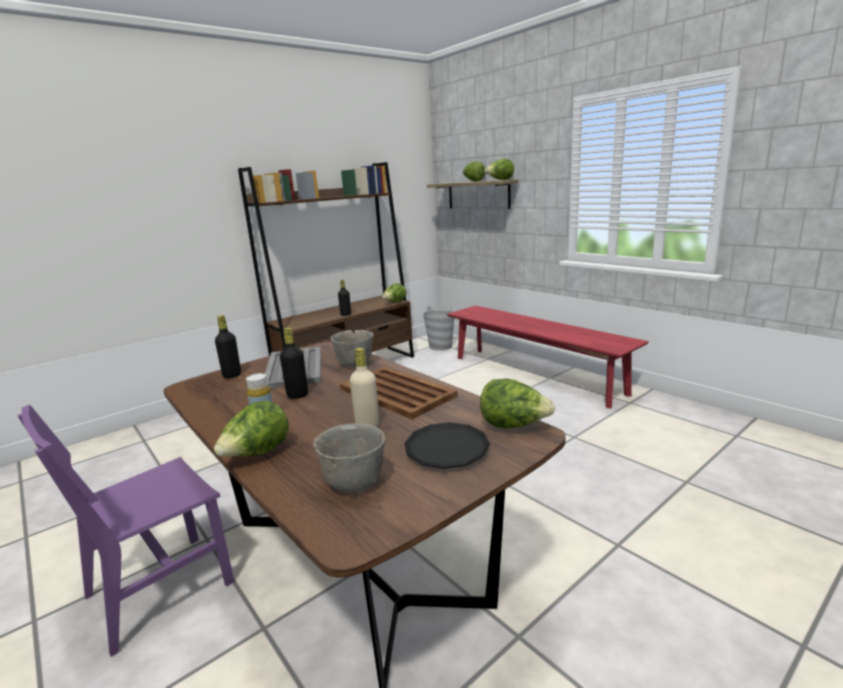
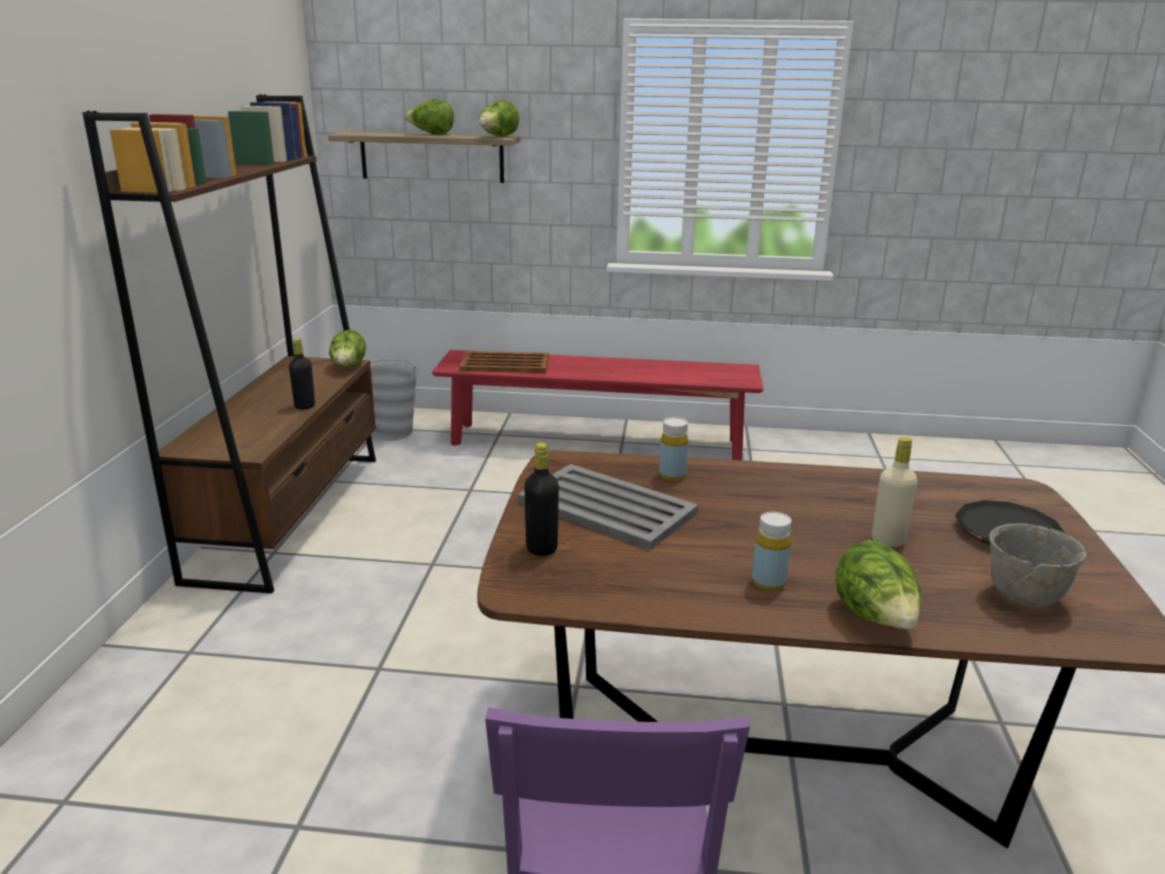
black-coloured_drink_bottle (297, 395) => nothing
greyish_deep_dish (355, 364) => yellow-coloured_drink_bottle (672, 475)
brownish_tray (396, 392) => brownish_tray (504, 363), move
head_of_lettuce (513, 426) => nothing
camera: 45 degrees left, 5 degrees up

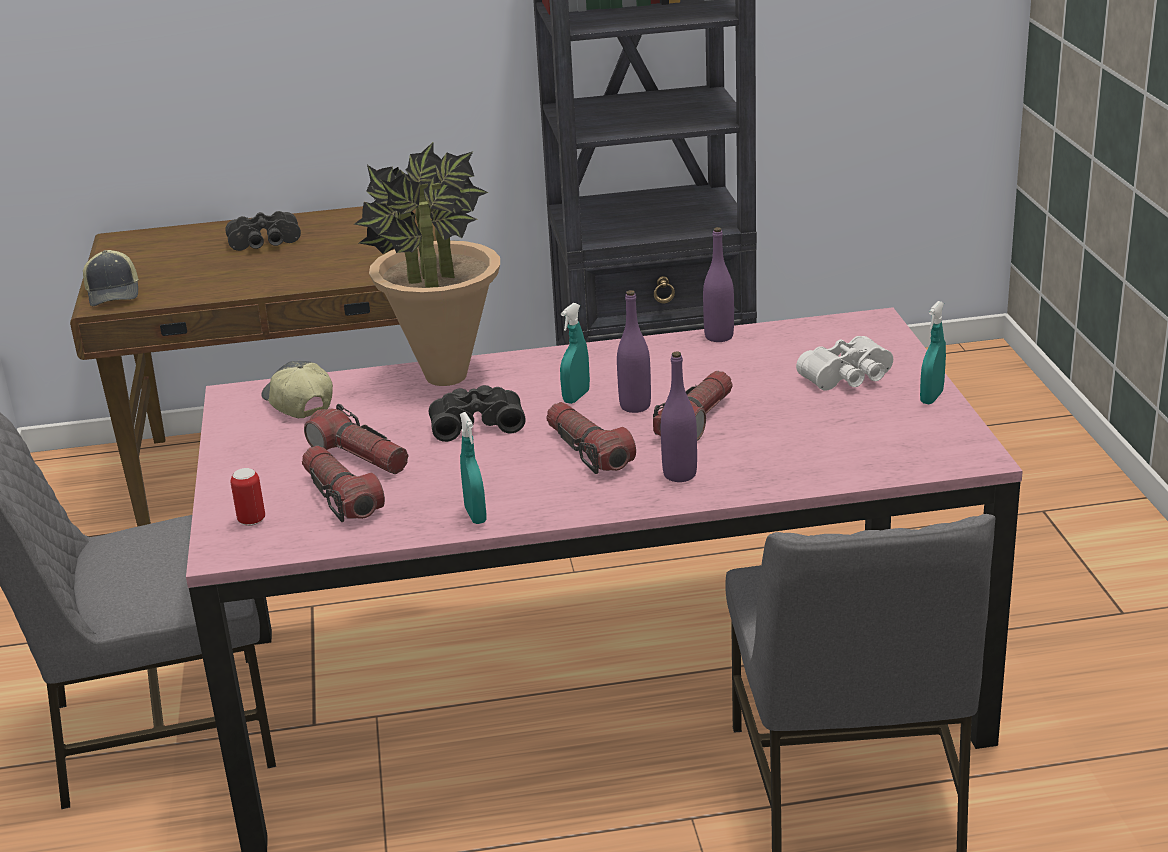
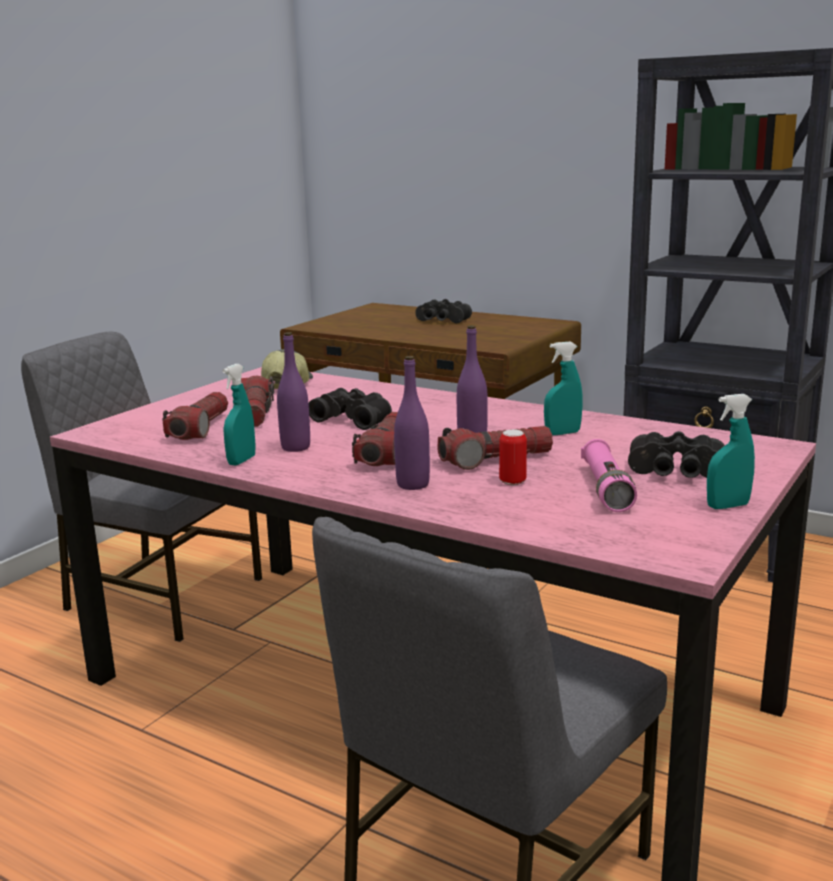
potted_plant (445, 377) => nothing
purple-coloured_drink_bottle (719, 336) => purple-coloured_drink_bottle (295, 447), move
peaked_cap (114, 293) => nothing
turquoise-coloured_sprayer (576, 397) => turquoise-coloured_sprayer (562, 433), move
white-coloured_pair_of_binoculars (849, 379) => black-coloured_pair_of_binoculars (676, 473)
can (251, 520) => can (512, 482), move
nothing => pink-coloured_torch (606, 489)
camera: 40 degrees right, 10 degrees down

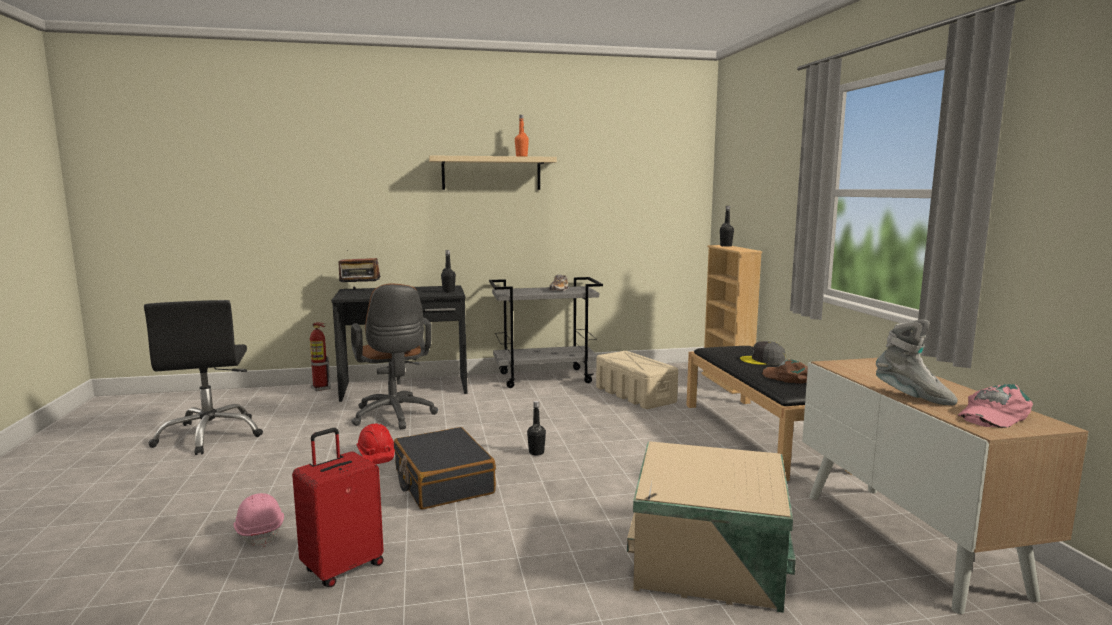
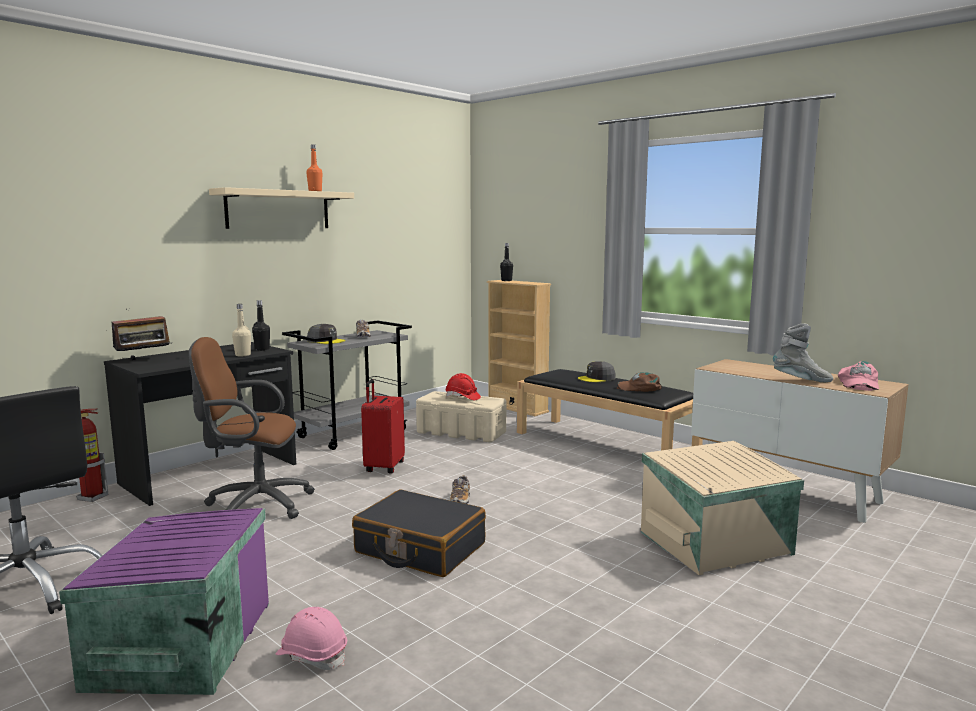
brownish_desk_chair (394, 417) => brownish_desk_chair (254, 505), 150 degrees clockwise
black-coloured_drink_bottle (536, 452) => low_shoe (460, 500)
red-coloured_safety_helmet (376, 455) => red-coloured_safety_helmet (462, 397), move
red-coloured_travel_case (342, 567) => red-coloured_travel_case (383, 467), move
nothing => sand-coloured_drink_bottle (243, 355)
nothing => greyish_peaked_cap (326, 341)
nothing => purple-coloured_storage_bin (178, 645)
camera: 35 degrees left, 0 degrees up

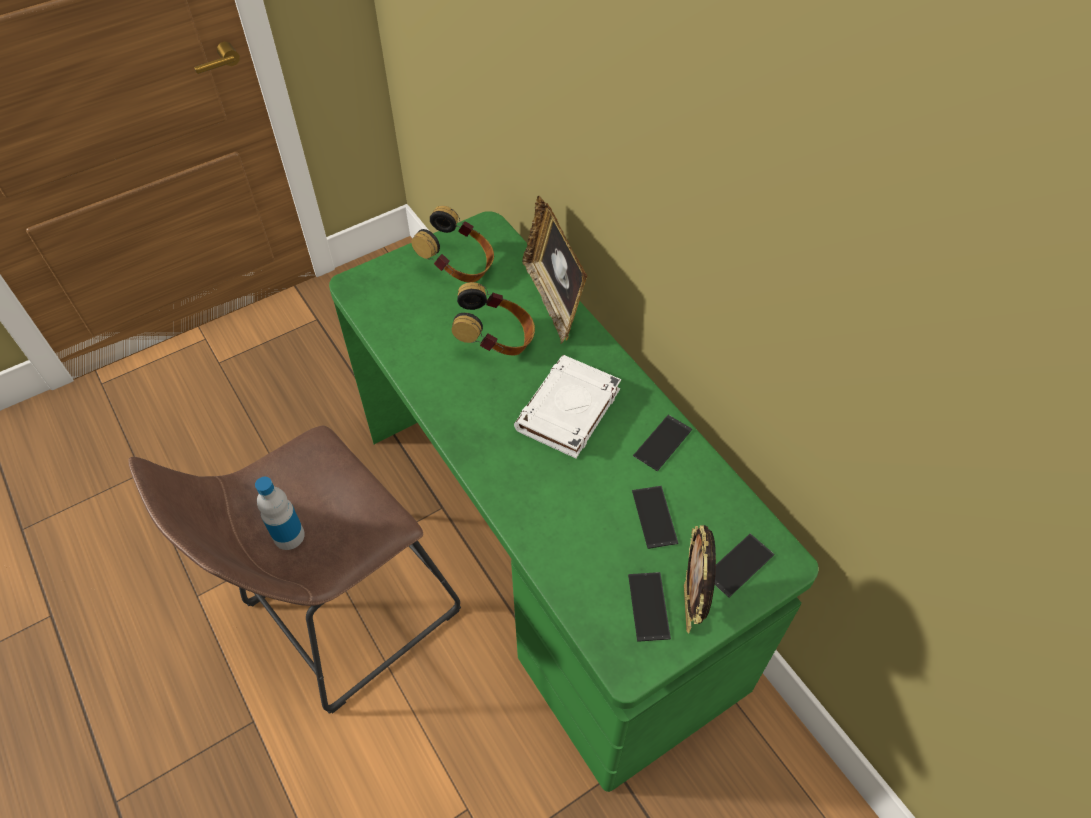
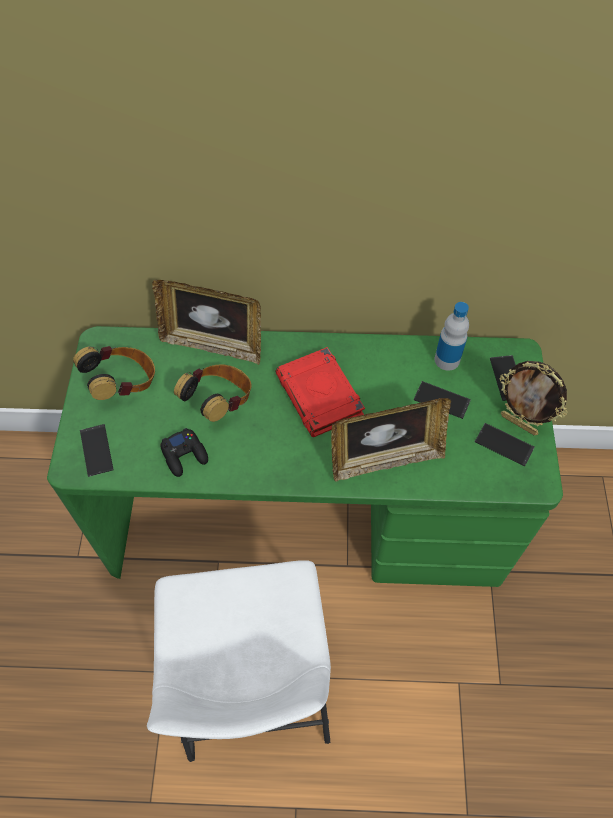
white-coloured_volume (568, 411) => red-coloured_volume (320, 396)
handset (662, 443) => handset (96, 450), move
brownish_stool_seat (342, 614) => white-coloured_stool_seat (253, 688)
drink_bottle (289, 536) => drink_bottle (447, 360), move
nothing => photo_frame (385, 459)
nothing => black-coloured_gamepad (185, 455)
camera: 55 degrees left, 5 degrees up

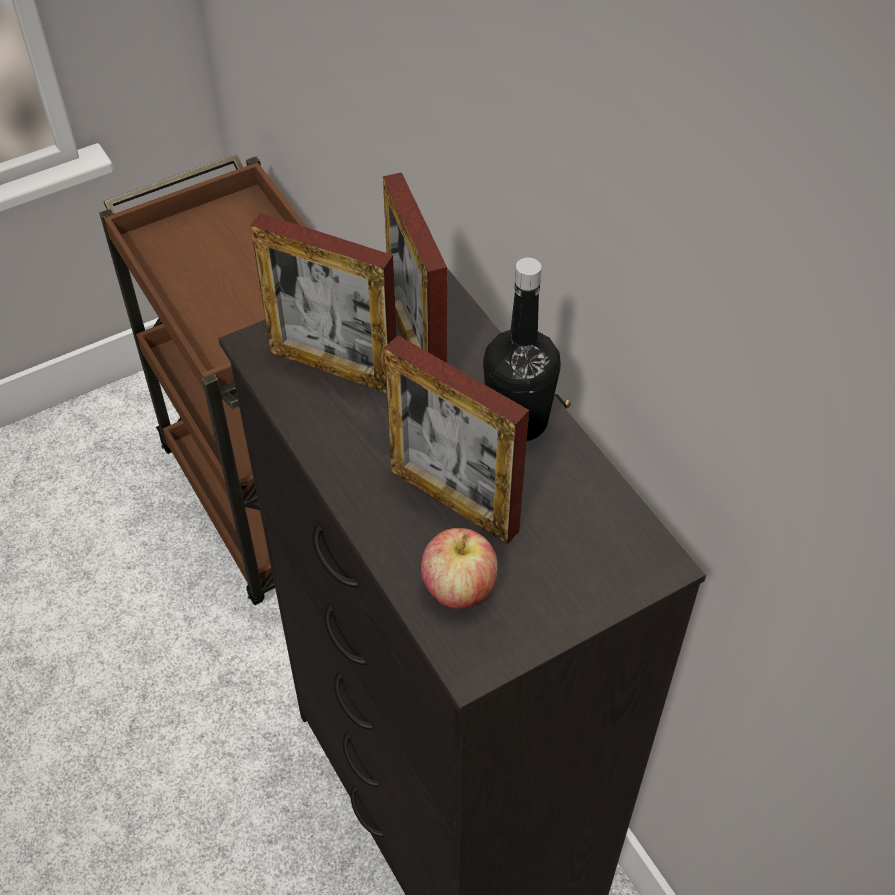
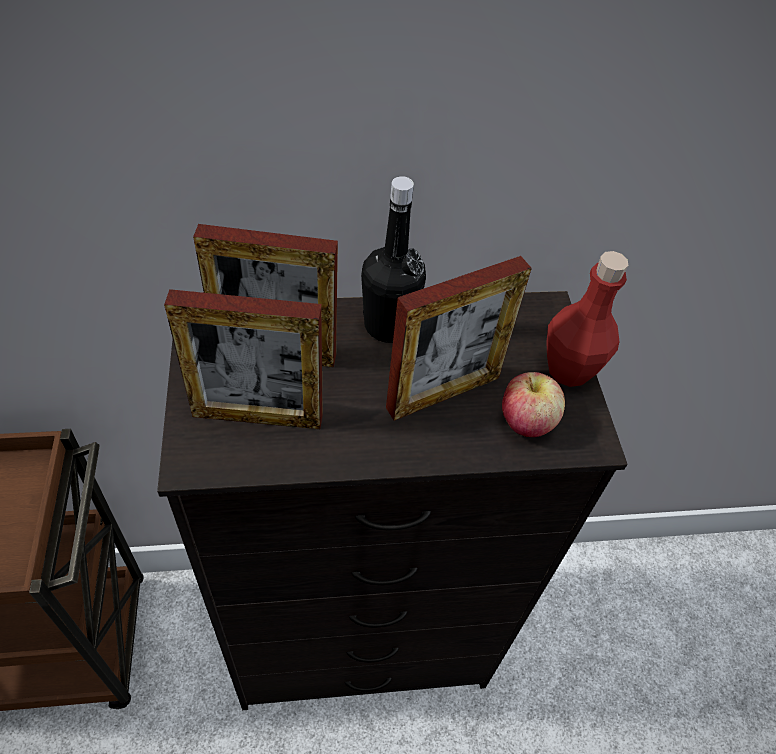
photo_frame (334, 367) => photo_frame (258, 416), 45 degrees clockwise
nothing => red-coloured_drink_bottle (568, 370)
camera: 70 degrees left, 0 degrees up

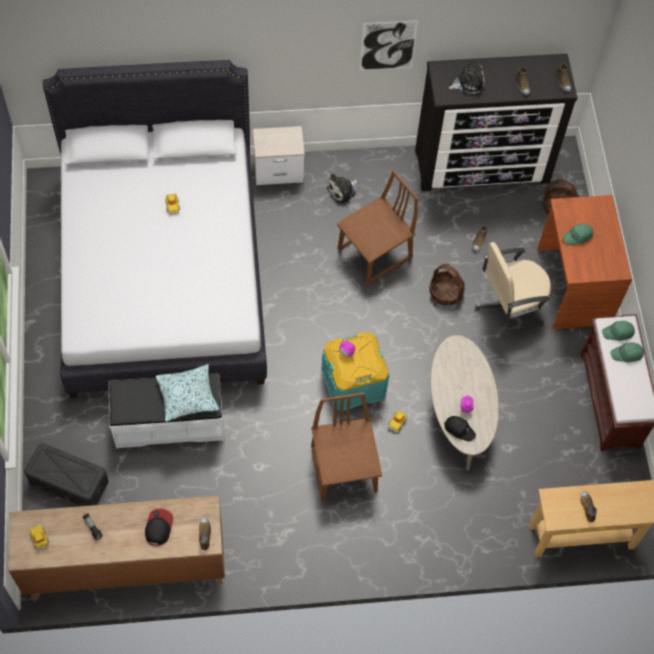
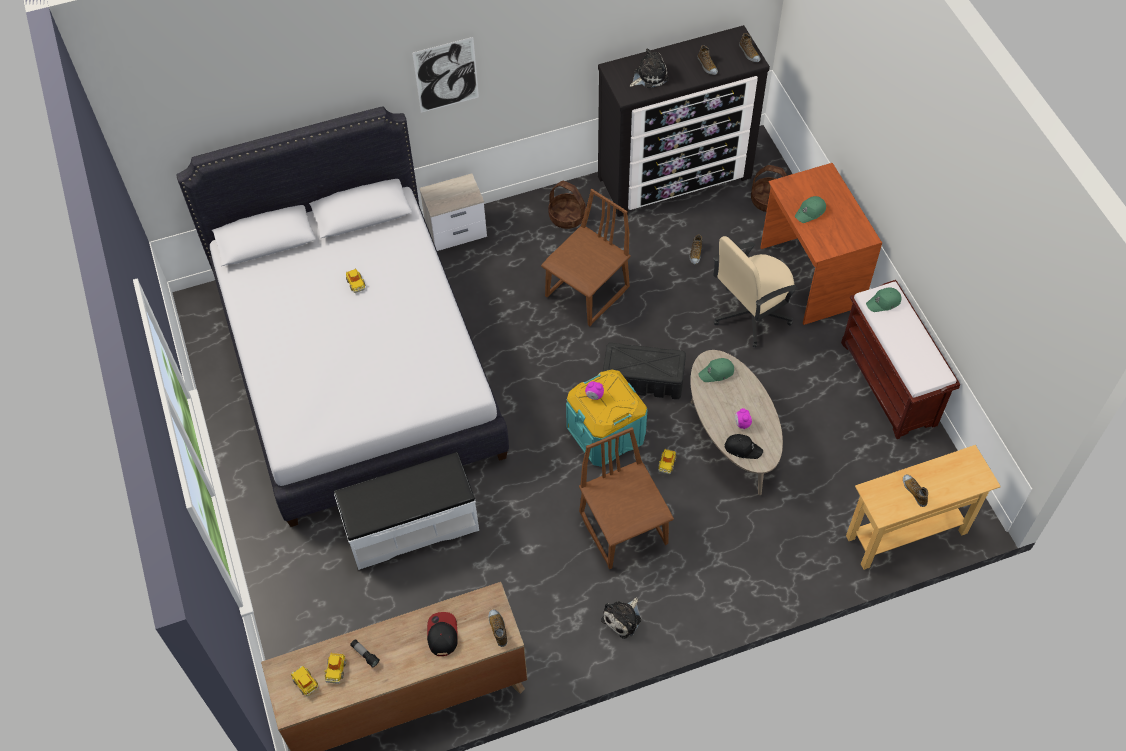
wall_art (388, 45) => wall_art (446, 75), move
cuddly_toy (343, 191) => cuddly_toy (623, 618), move
storage_basket (446, 292) => storage_basket (567, 216), move
green-coloured_peaked_cap (627, 354) => green-coloured_peaked_cap (717, 373), move
cushion (187, 396) => nothing
black-coloured_storage_bin (68, 481) => black-coloured_storage_bin (642, 379), move
nothing => miniature_car (336, 669)
camera: 10 degrees left, 5 degrees down

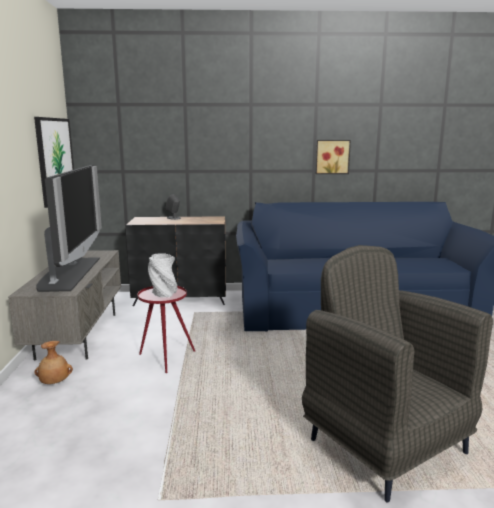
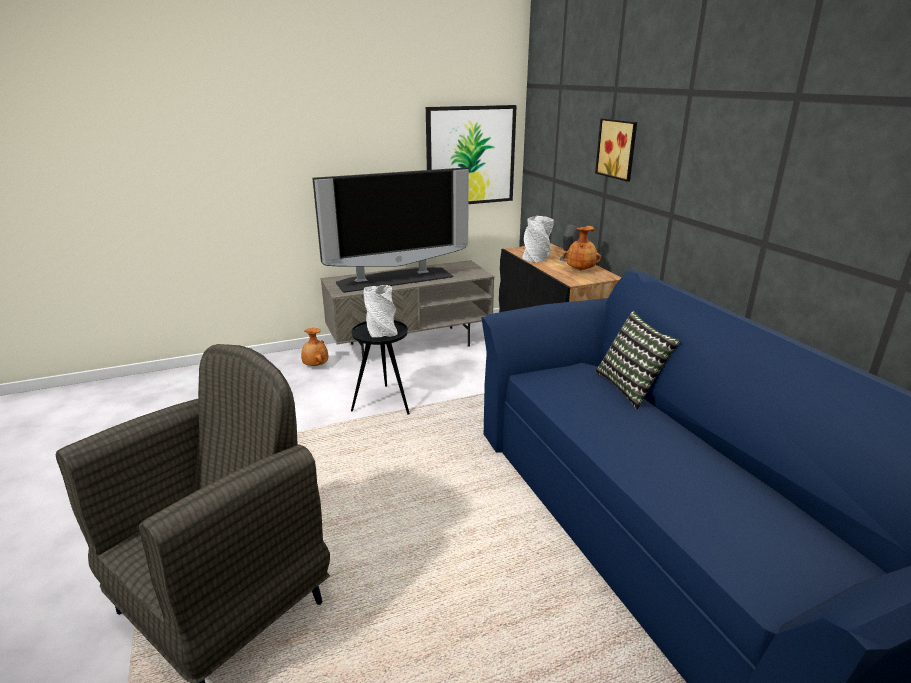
wall_art (332, 157) => wall_art (618, 149), move
red-coloured_side_table (165, 358) => black-coloured_side_table (384, 402)
nothing => greyish_flower_vase (536, 259)
nothing => brownish_flower_vase (580, 270)
nothing => cushion (631, 387)
camera: 70 degrees right, 10 degrees up

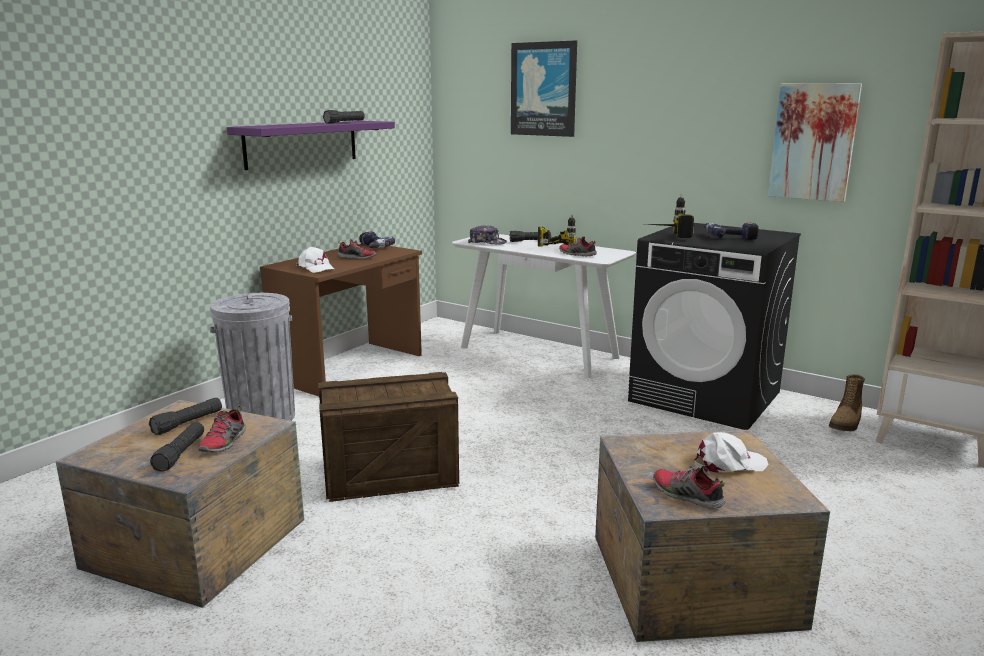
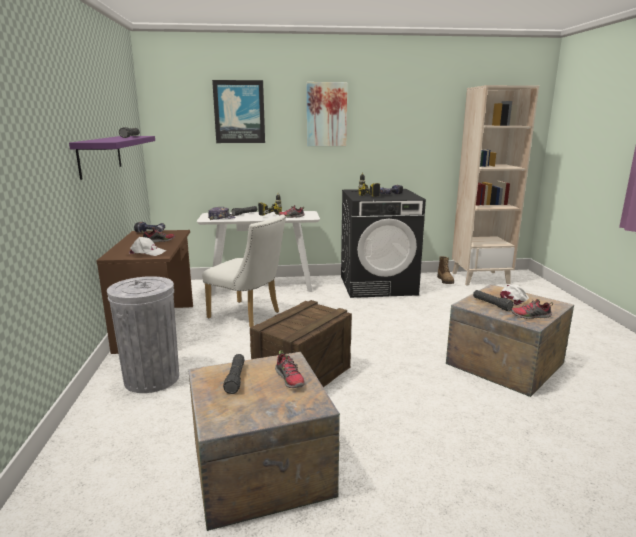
wall_art (813, 142) => wall_art (326, 114), move
black-coloured_torch (181, 454) => black-coloured_torch (491, 304), move
nothing => white-coloured_plain_chair (248, 316)
camera: 40 degrees left, 0 degrees up

